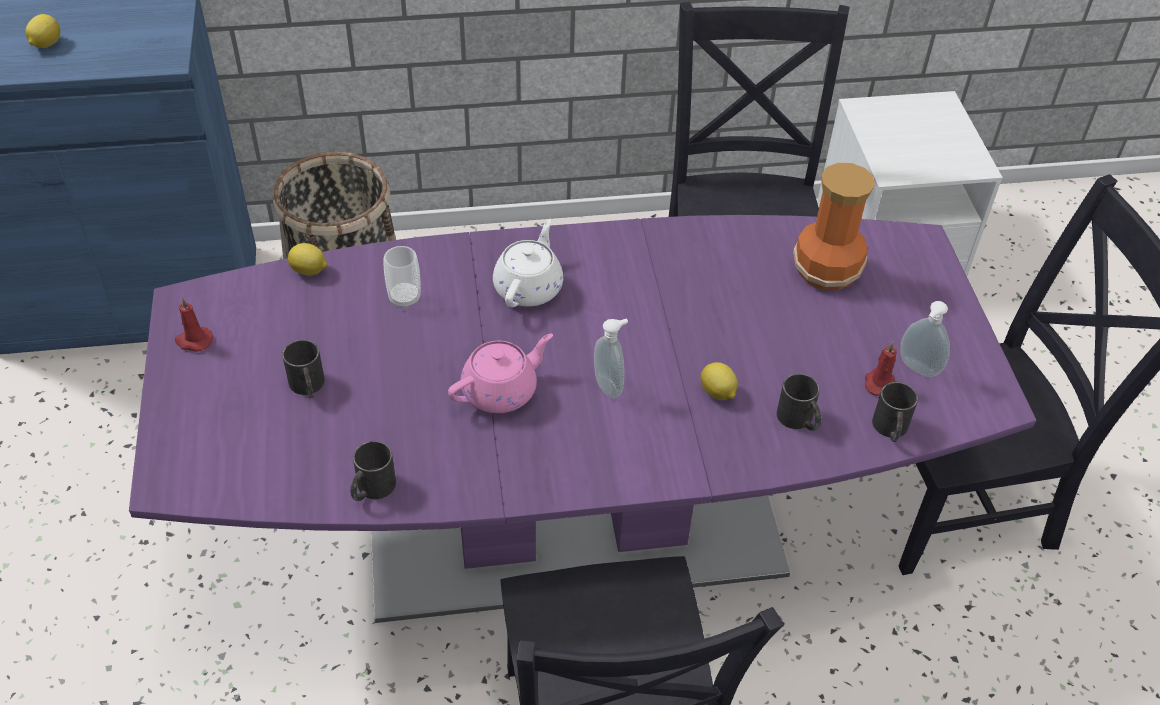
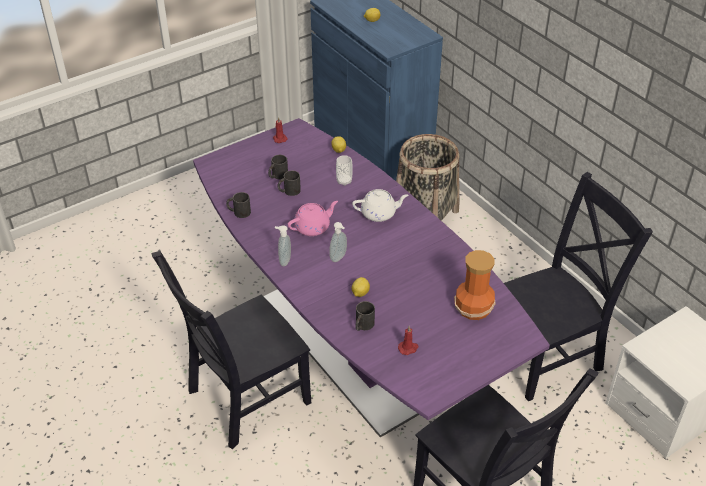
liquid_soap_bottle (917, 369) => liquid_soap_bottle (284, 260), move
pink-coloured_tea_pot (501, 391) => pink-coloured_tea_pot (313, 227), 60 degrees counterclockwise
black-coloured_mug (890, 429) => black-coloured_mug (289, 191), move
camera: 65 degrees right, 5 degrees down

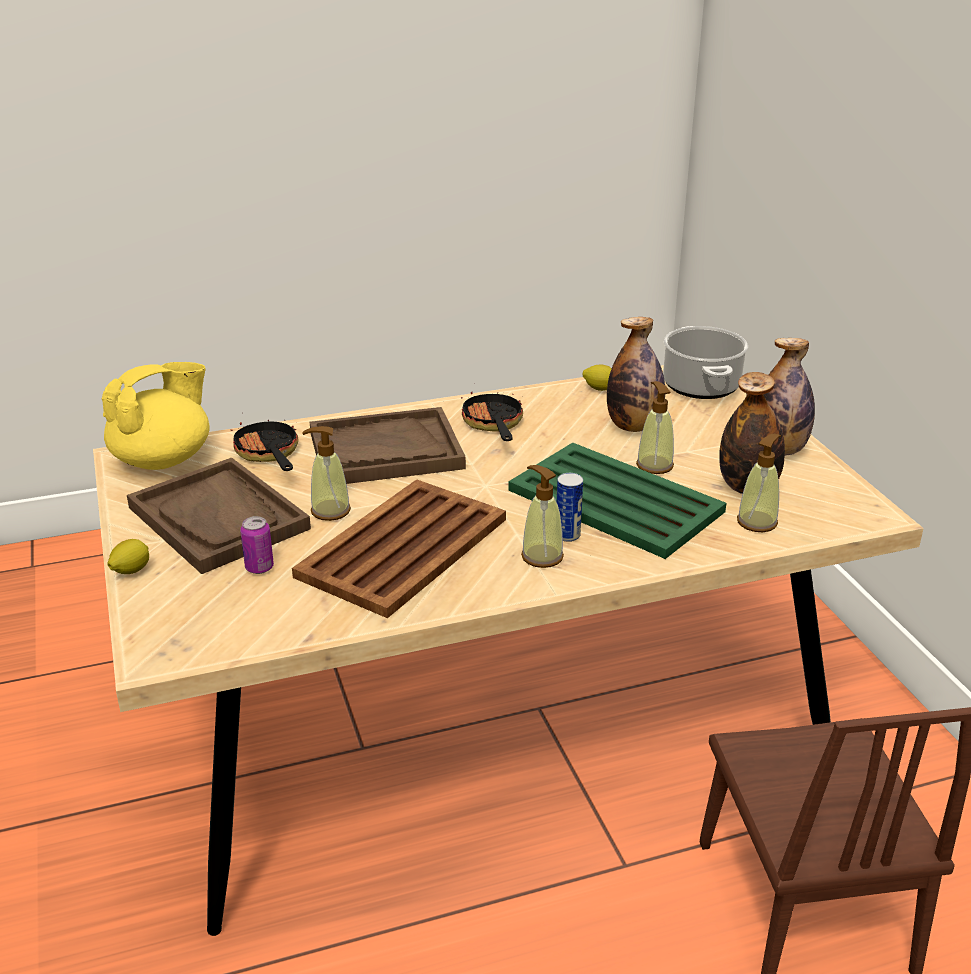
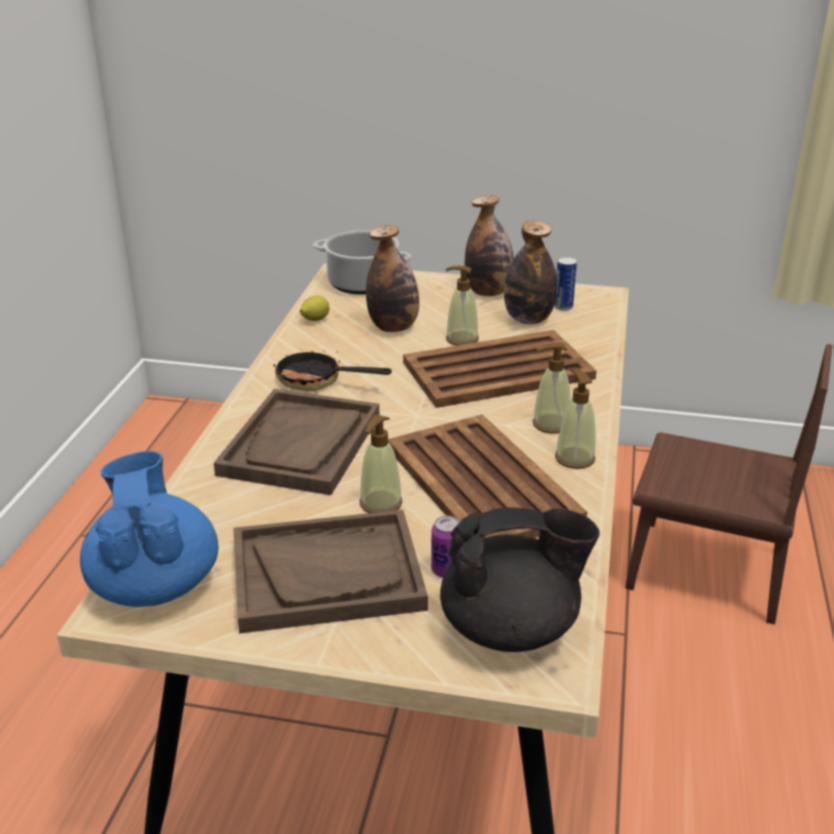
yellow-coloured_tea_pot (164, 459) => bluish_tea_pot (154, 584)
frying_pan (268, 454) => nothing
liquid_soap_bottle (757, 522) => liquid_soap_bottle (574, 458), move
green-coloured_tray (616, 502) => brownish_tray (500, 370)
can (567, 535) => can (563, 306), move
whole_lemon (131, 571) => nothing
nothing => black-coloured_tea_pot (511, 628)
camera: 60 degrees left, 0 degrees up

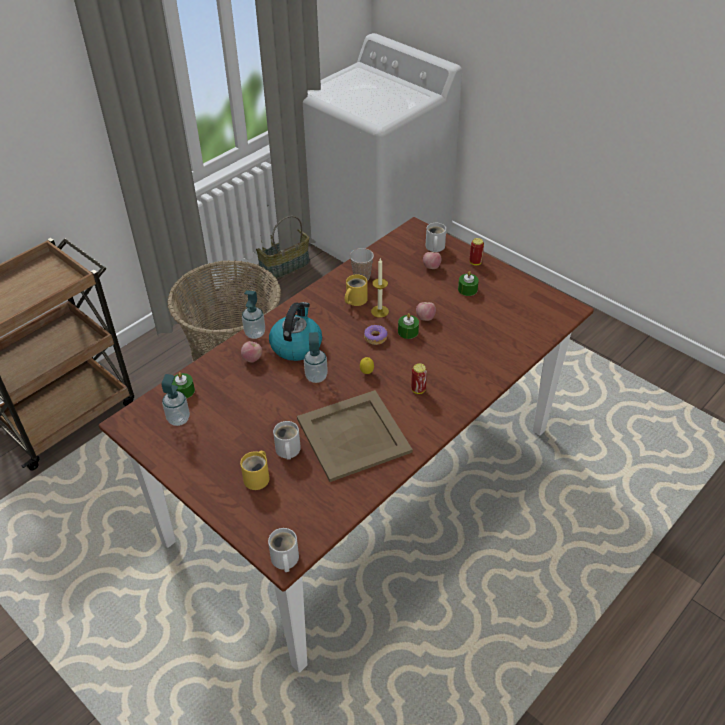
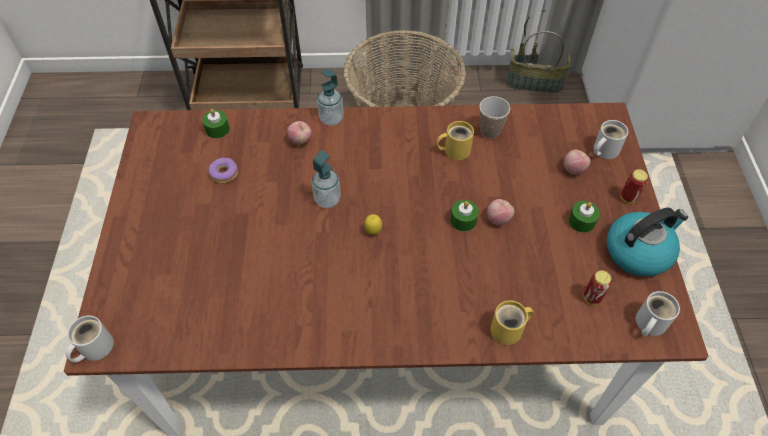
candle (379, 311) => nothing
tea_kettle (296, 345) => tea_kettle (638, 251), move
ring_doughnut (375, 338) => ring_doughnut (224, 173), move
can (418, 390) => can (592, 297), move
liquid_soap_bottle (178, 419) => nothing
sand-coloured_tray (352, 435) => nothing
white-coloured_mug (287, 451) => white-coloured_mug (648, 323), move
yellow-coloured_mug (258, 477) => yellow-coloured_mug (509, 330), move
camera: 45 degrees right, 10 degrees up

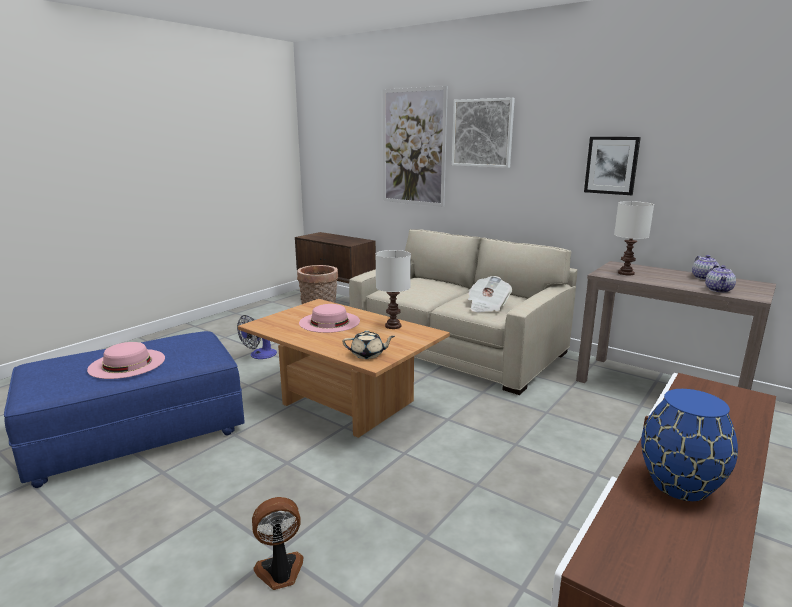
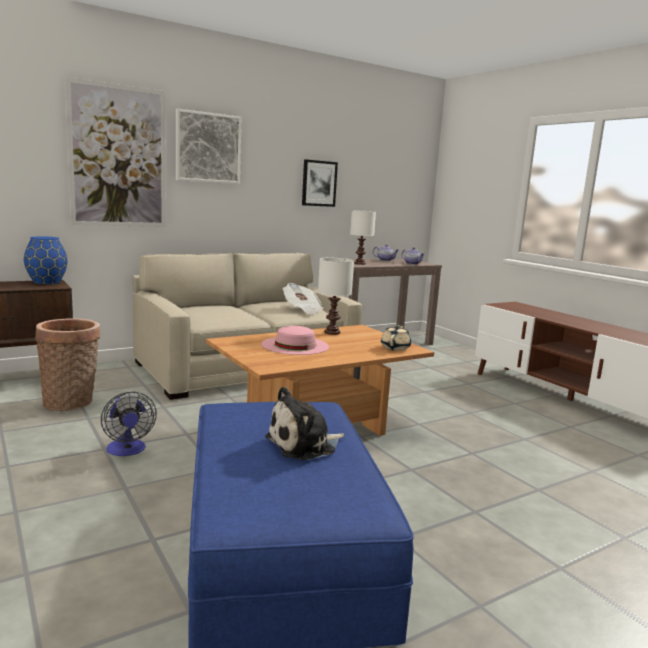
pink-coloured_hat (127, 363) => cuddly_toy (304, 445)
bluish_flower_vase (681, 485) => bluish_flower_vase (47, 282), move
cooling_fan (280, 572) => nothing
camera: 70 degrees left, 5 degrees down

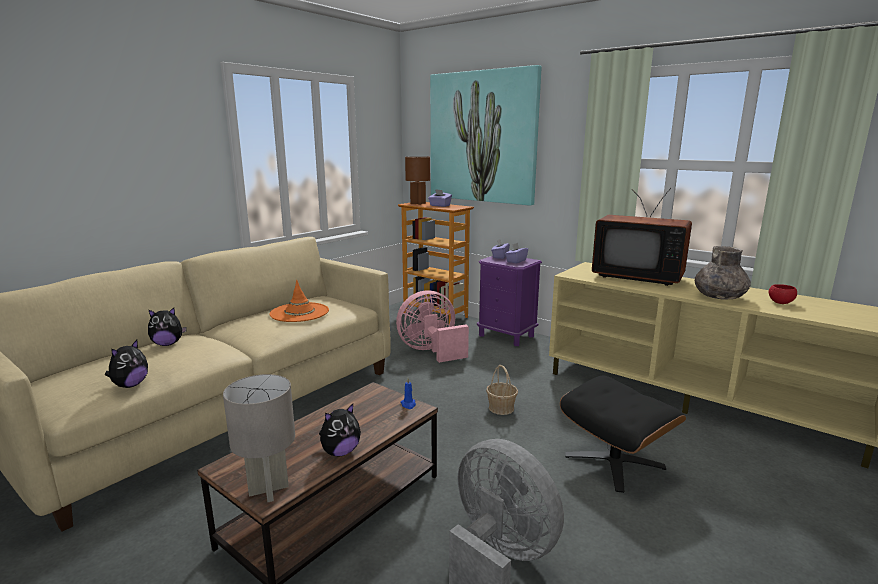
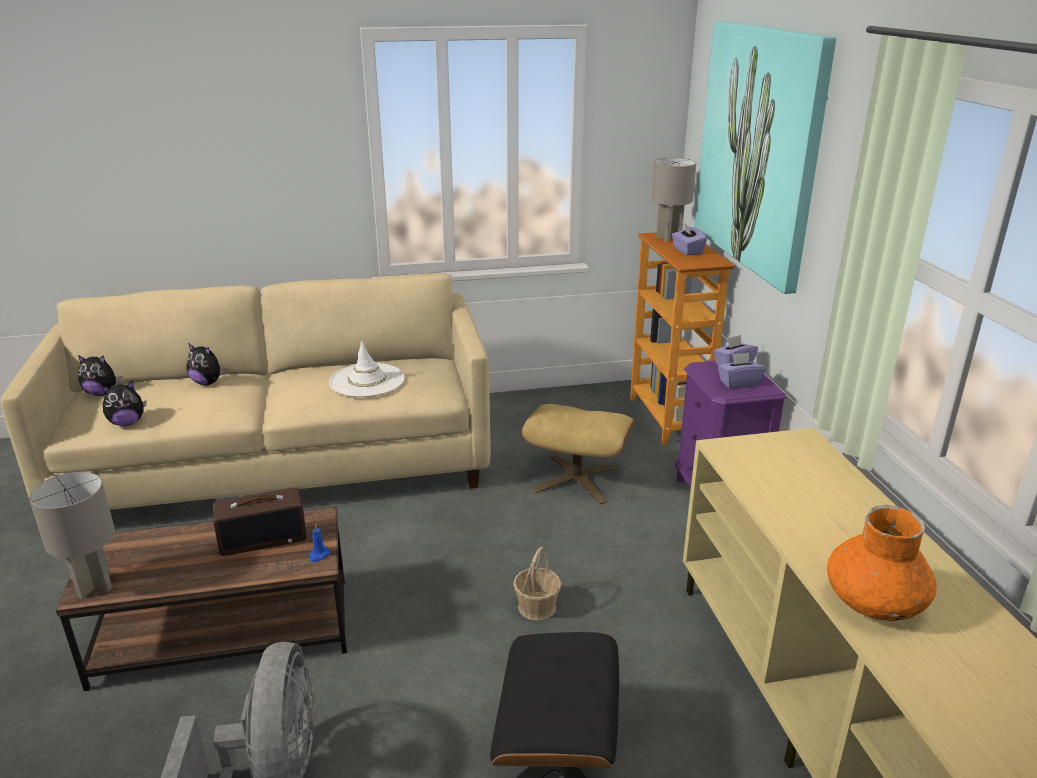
brownish_table_lamp (417, 203) => greyish_table_lamp (668, 238)
television (637, 276) => nothing
greyish_flower_vase (719, 297) => orange_flower_vase (874, 602)
orange_hat (299, 312) => white-coloured_hat (367, 381)
red-coloured_deep_dish (780, 302) => nothing
pink-coloured_cooling_fan (431, 351) => sand-coloured_ottoman (576, 479)
cuddly_toy (340, 452) => cuddly_toy (102, 393), move
nothing => radio_set (264, 538)
camera: 40 degrees right, 10 degrees up

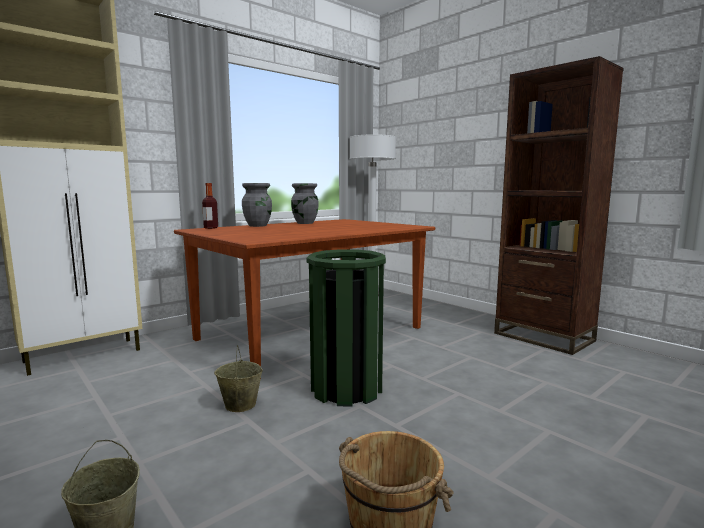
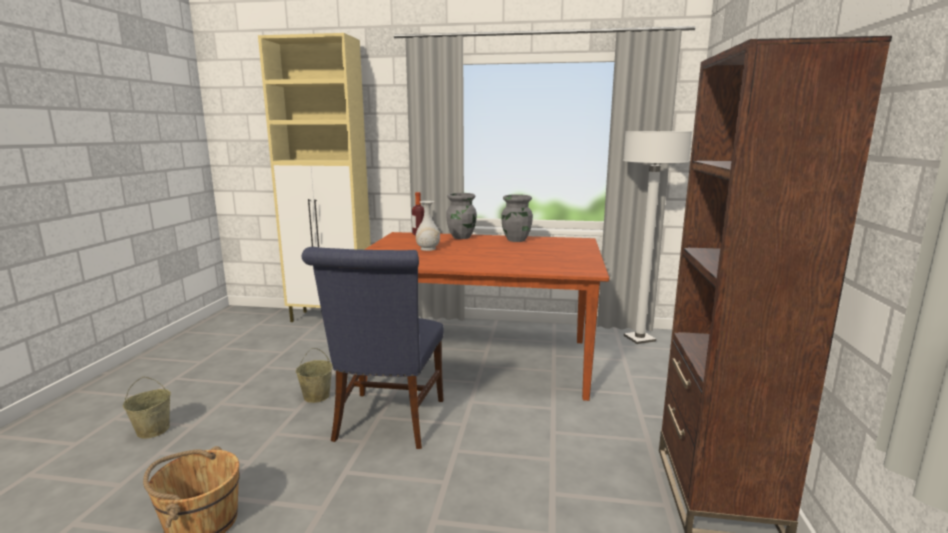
green-coloured_waste_bin (346, 389) => bluish_plain_chair (387, 423)
nothing => white-coloured_flower_vase (428, 249)
camera: 50 degrees right, 5 degrees up

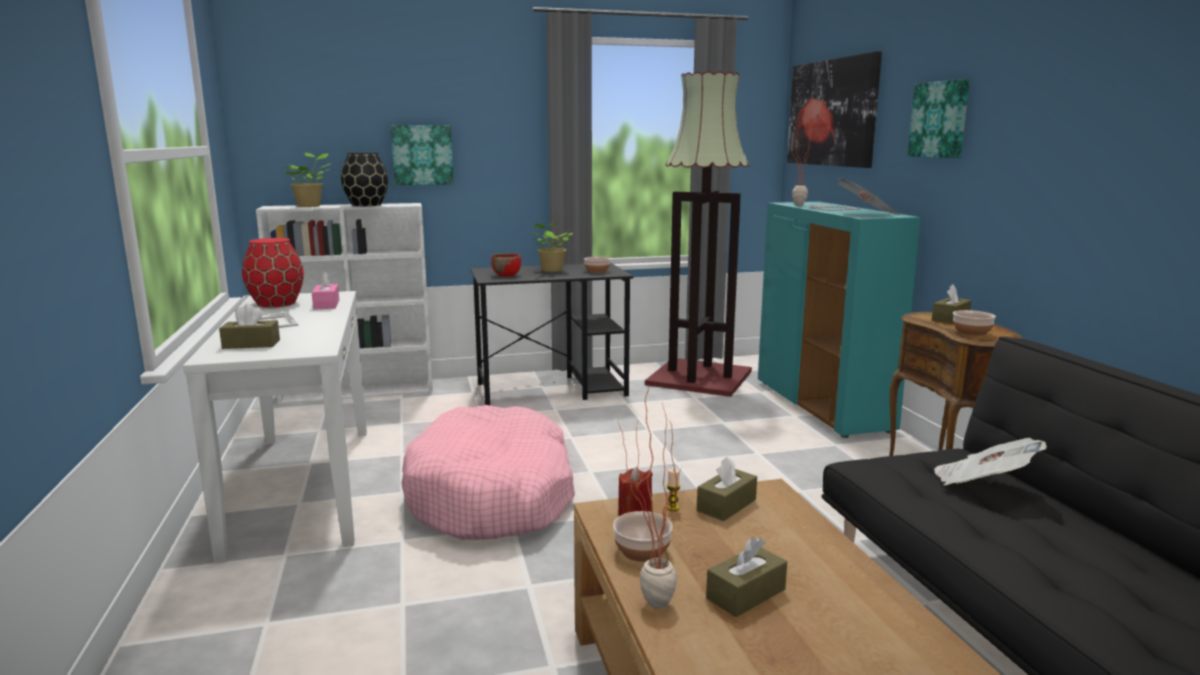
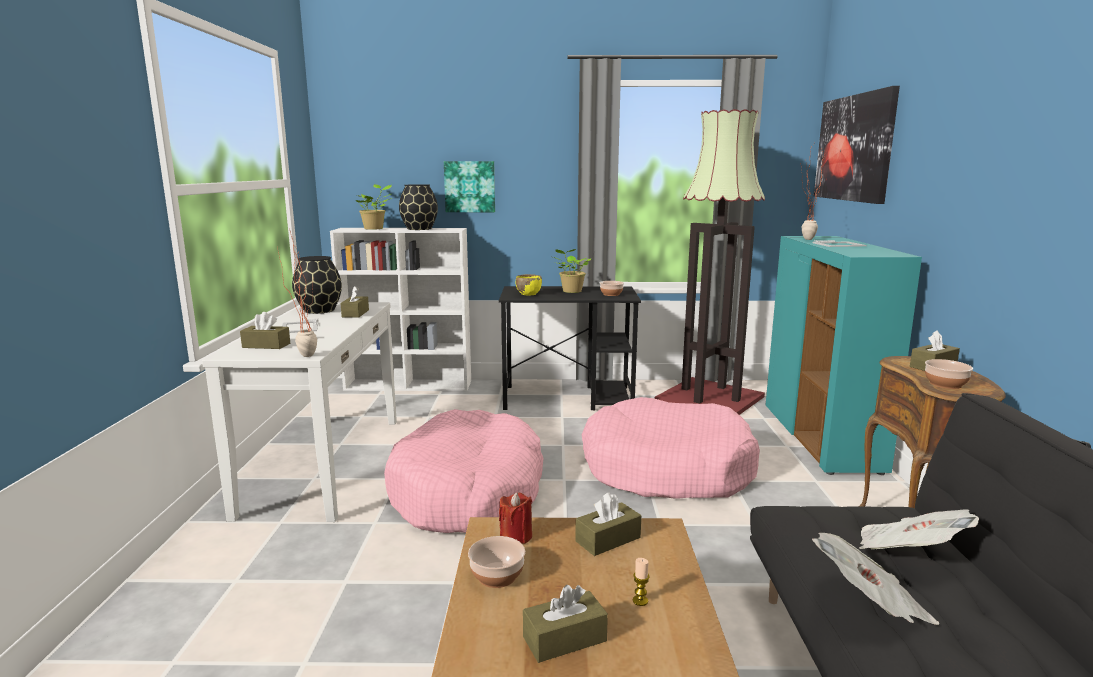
wall_art (940, 119) => nothing
printed_paper (867, 214) => printed_paper (870, 606), move
red-coloured_flower_vase (277, 304) => black-coloured_flower_vase (320, 310)
red-coloured_deep_dish (506, 275) => yellow-coloured_deep_dish (528, 294)
pink-coloured_tissue_box (326, 304) => brownish_tissue_box (355, 313)
potted_plant (646, 601) => potted_plant (304, 354), move
candle (672, 507) => candle (640, 601), move
nothing => pink-coloured_pet_bed (666, 469)
camera: 15 degrees right, 0 degrees up

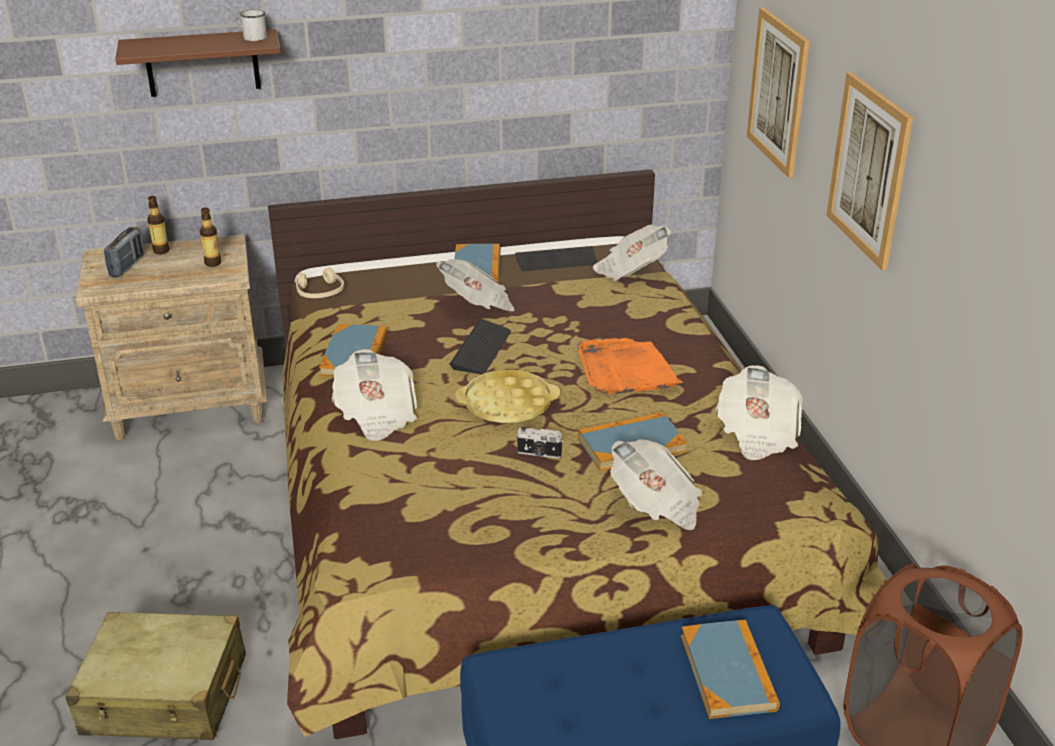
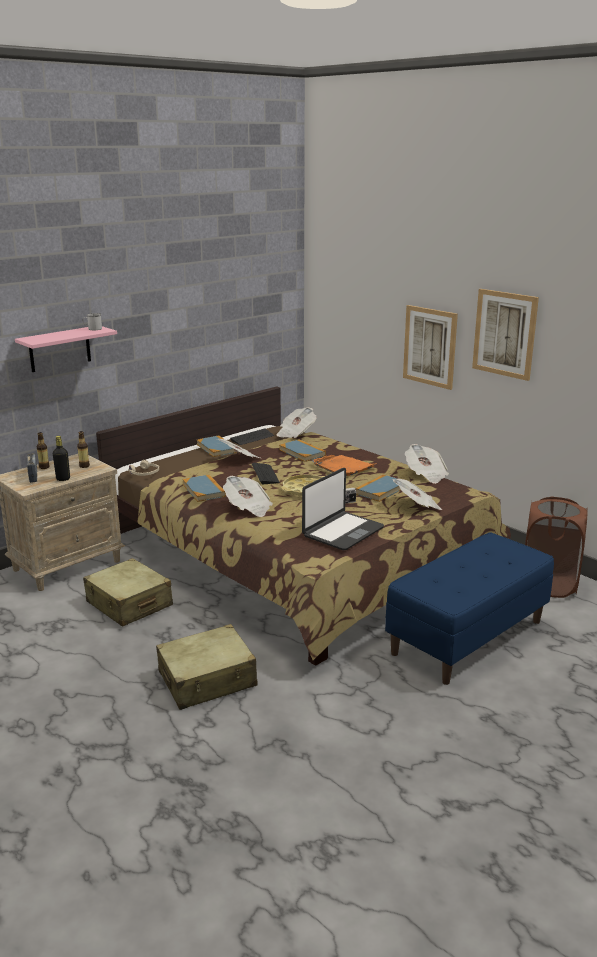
wall_art (778, 91) => wall_art (504, 334), move
brownish_wall_shelf (202, 63) => pink-coloured_wall_shelf (60, 349)
volume (728, 672) => volume (302, 452), move
nothing => black-coloured_drink_bottle (63, 479)
nothing => notebook_computer (342, 532)
nothing => sand-coloured_travel_case (129, 604)
camera: 30 degrees left, 10 degrees down

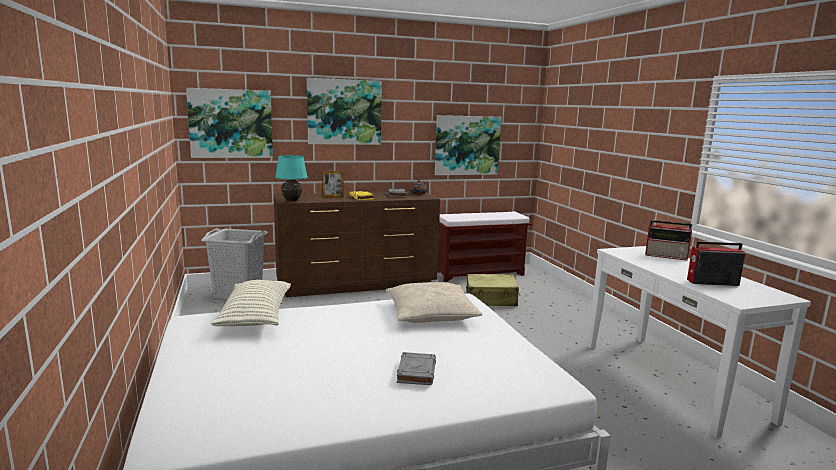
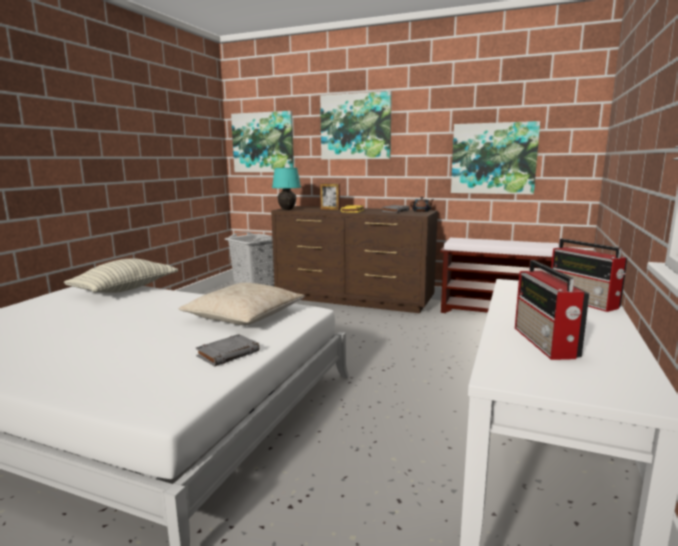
radio_set (711, 282) => radio_set (545, 343), 135 degrees counterclockwise
sand-coloured_travel_case (491, 299) => nothing
greyish_volume (416, 372) => greyish_volume (228, 353), move
camera: 40 degrees right, 0 degrees up

